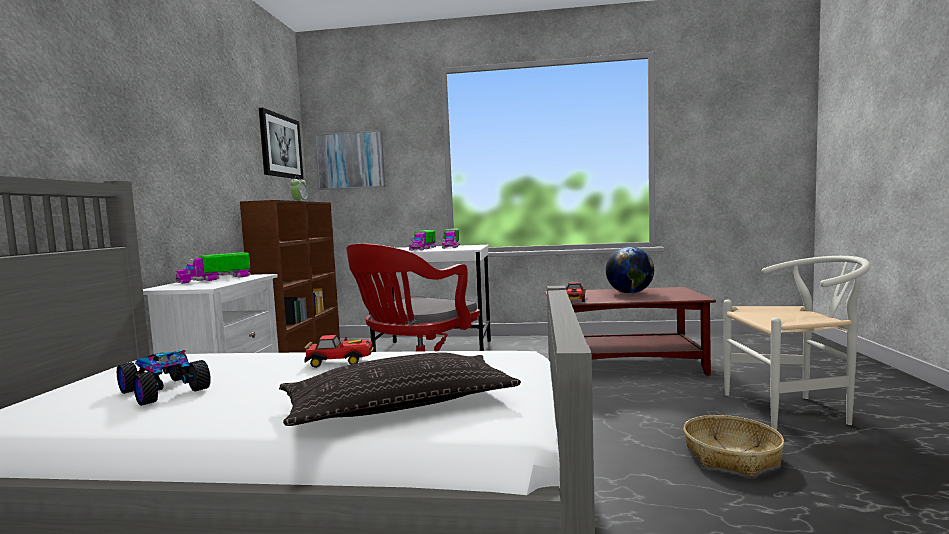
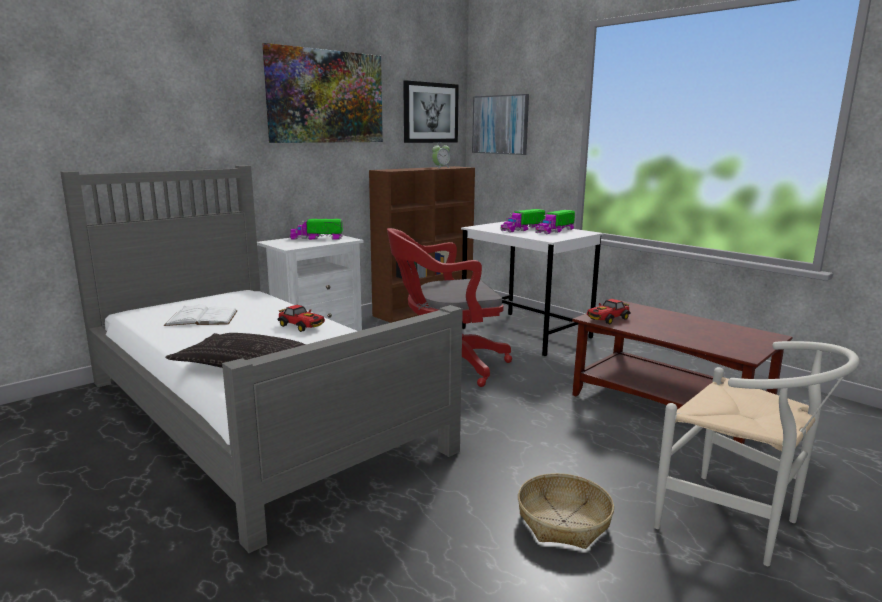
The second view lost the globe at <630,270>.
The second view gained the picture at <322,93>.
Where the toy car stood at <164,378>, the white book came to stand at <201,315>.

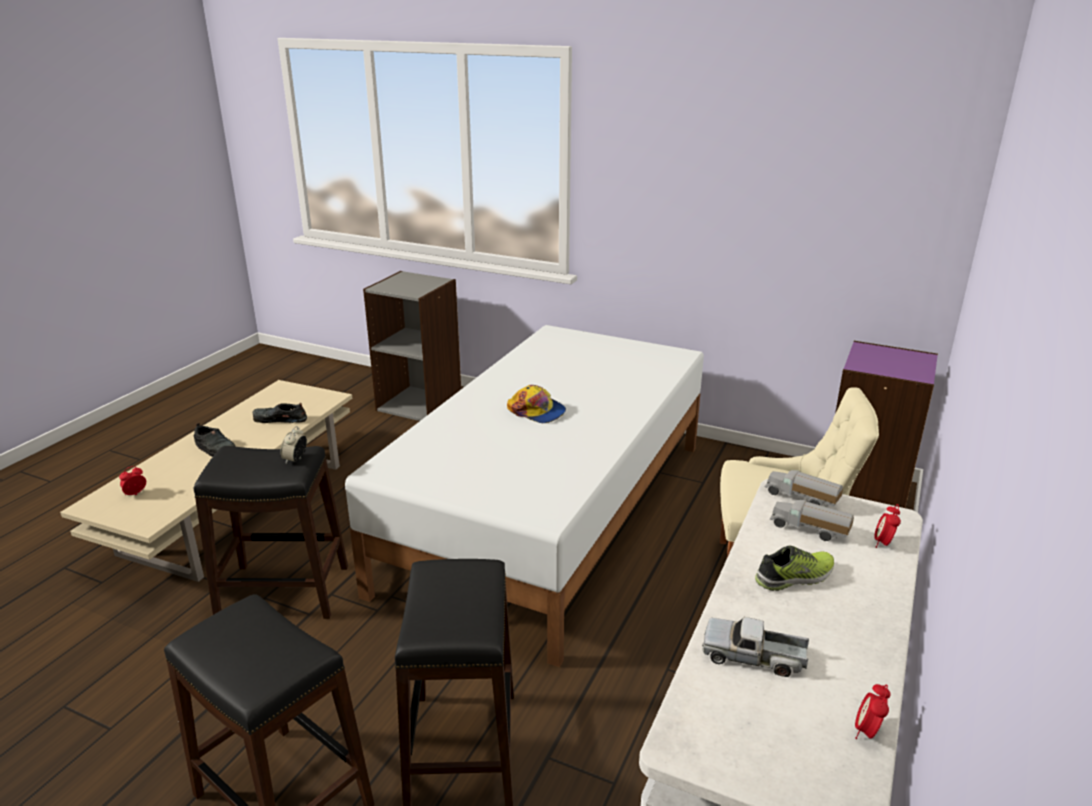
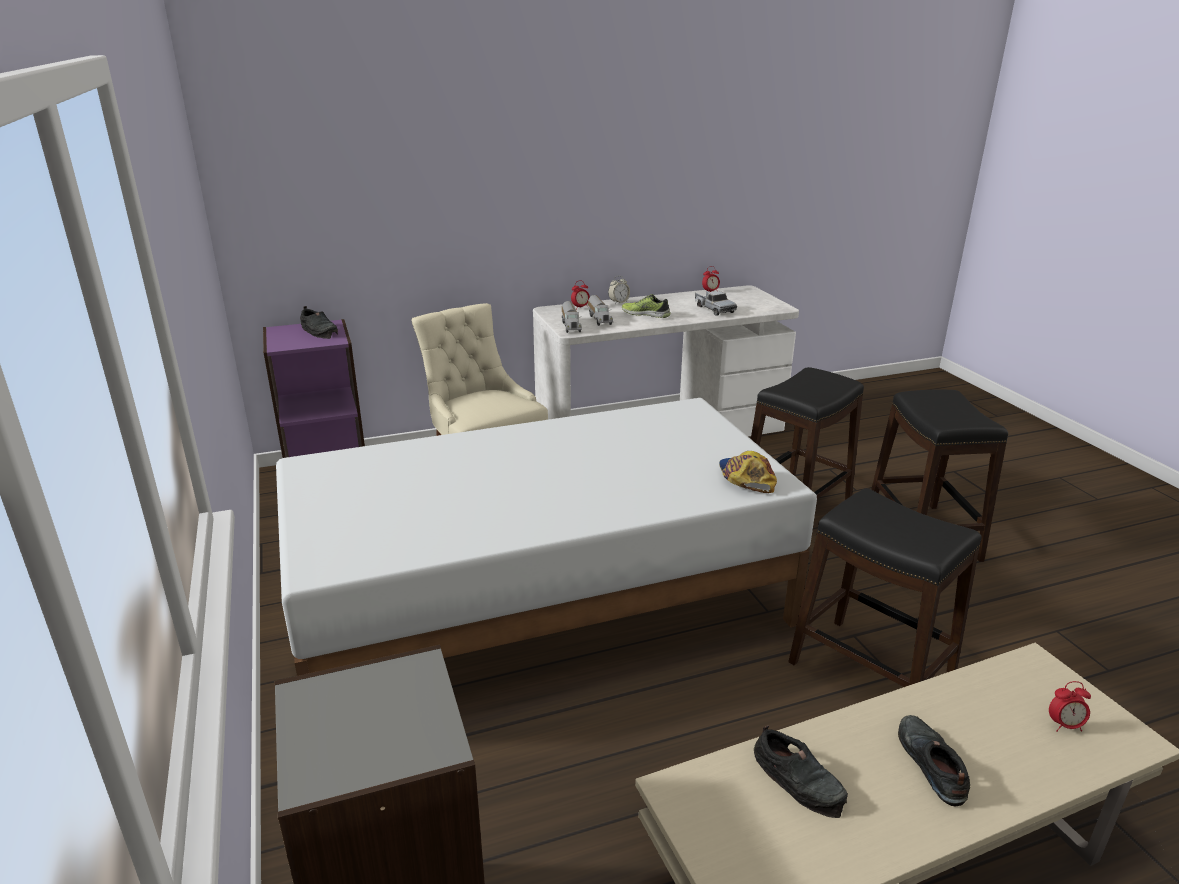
The second view gained the black shoe at <319,322>.
The alarm clock ended up elsewhere, having gone from <293,444> to <619,290>.
The cap ended up elsewhere, having gone from <536,404> to <748,472>.

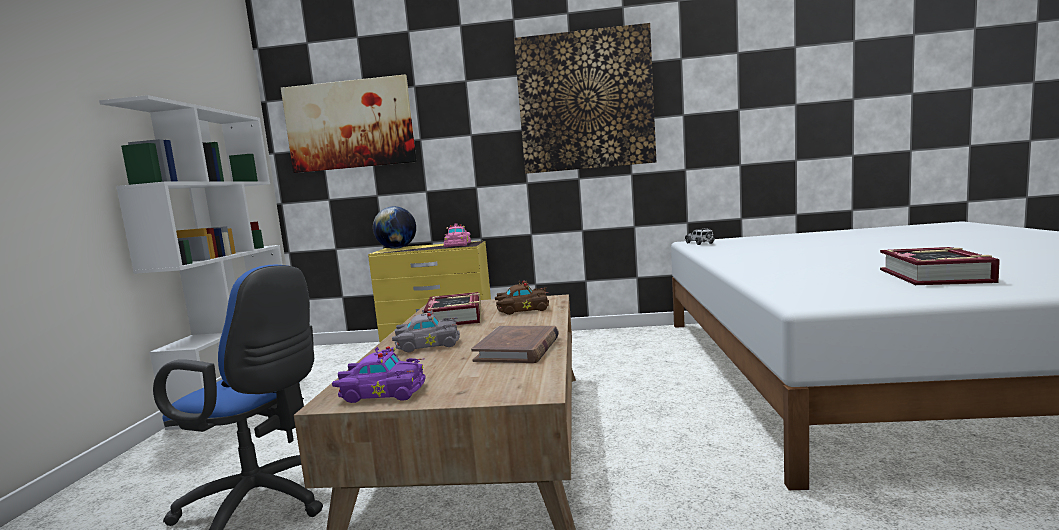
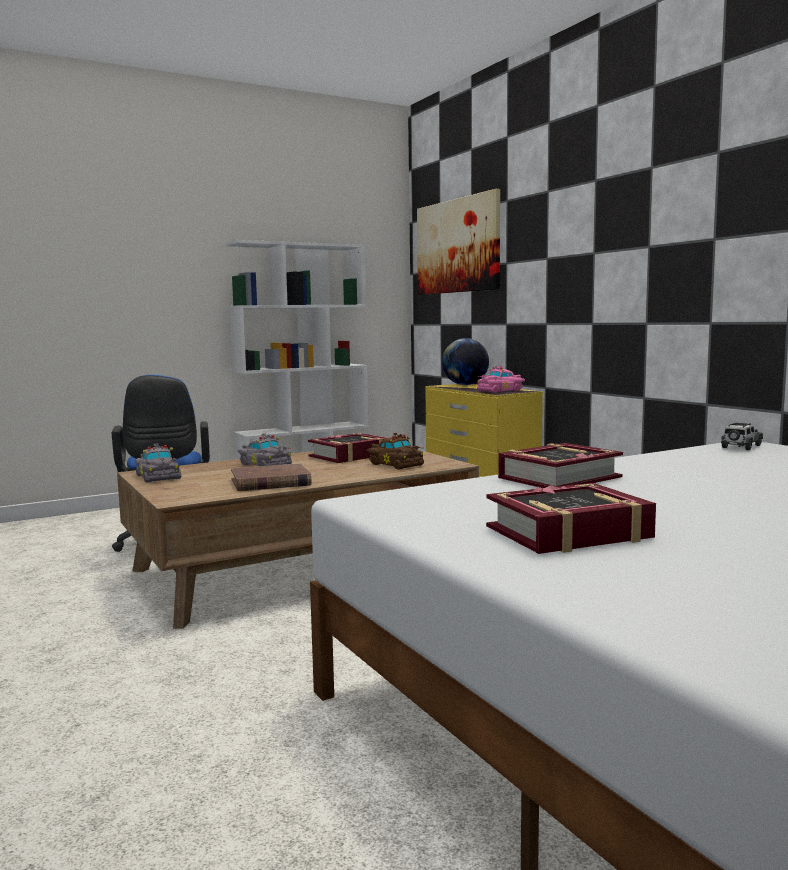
The second view lost the picture at <585,98>.
The second view gained the book at <560,465>.
What was the purple toy car at <379,374> turned into the grey toy car at <158,462>.

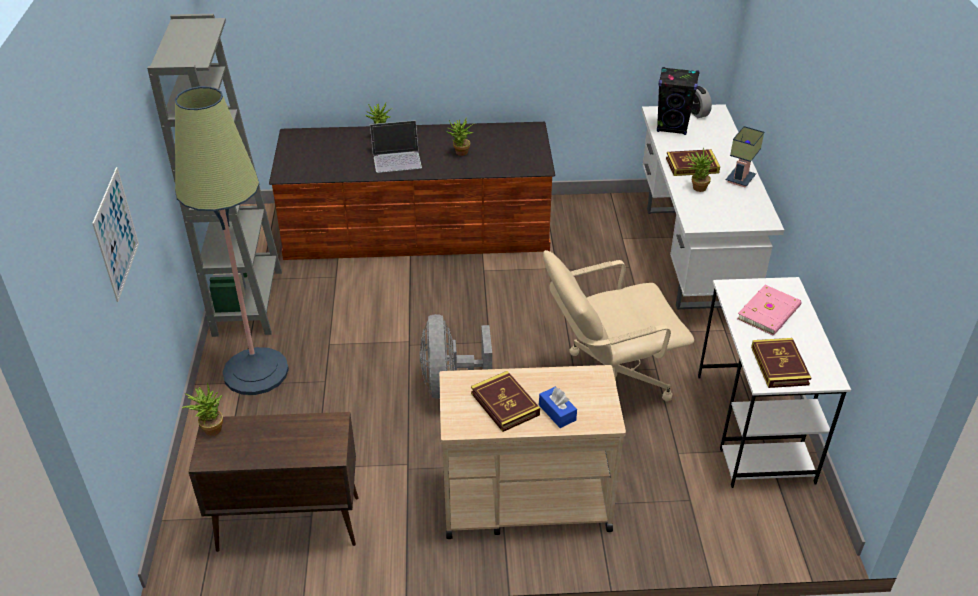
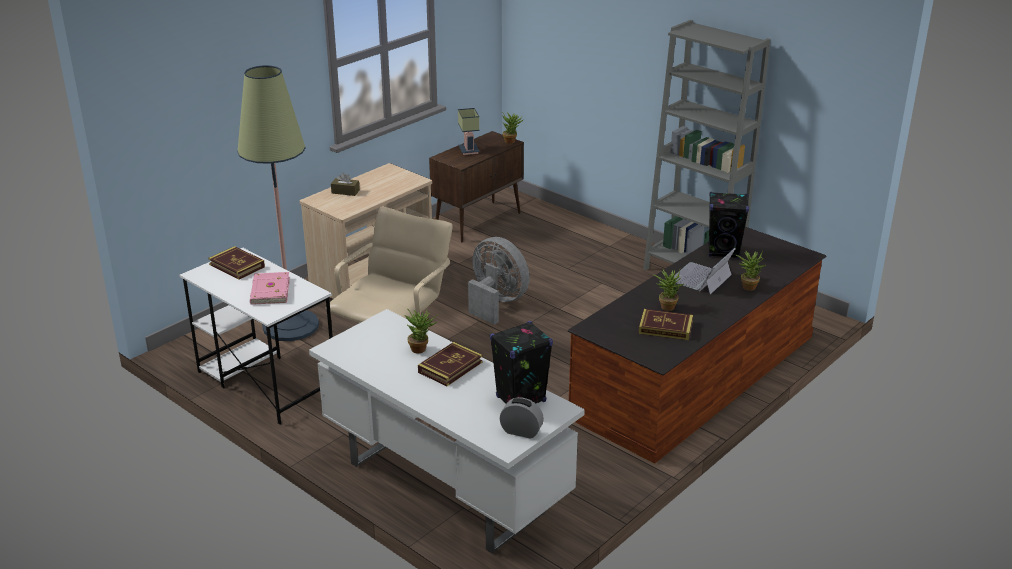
The second view lost the picture at <115,234>.
The second view gained the black speaker at <728,225>.
The floor lamp ended up elsewhere, having gone from <232,240> to <278,203>.
The book ended up elsewhere, having gone from <505,401> to <666,324>.
The table lamp ended up elsewhere, having gone from <745,156> to <469,131>.
What was the blue tissue box at <558,407> turned into the brown tissue box at <345,184>.

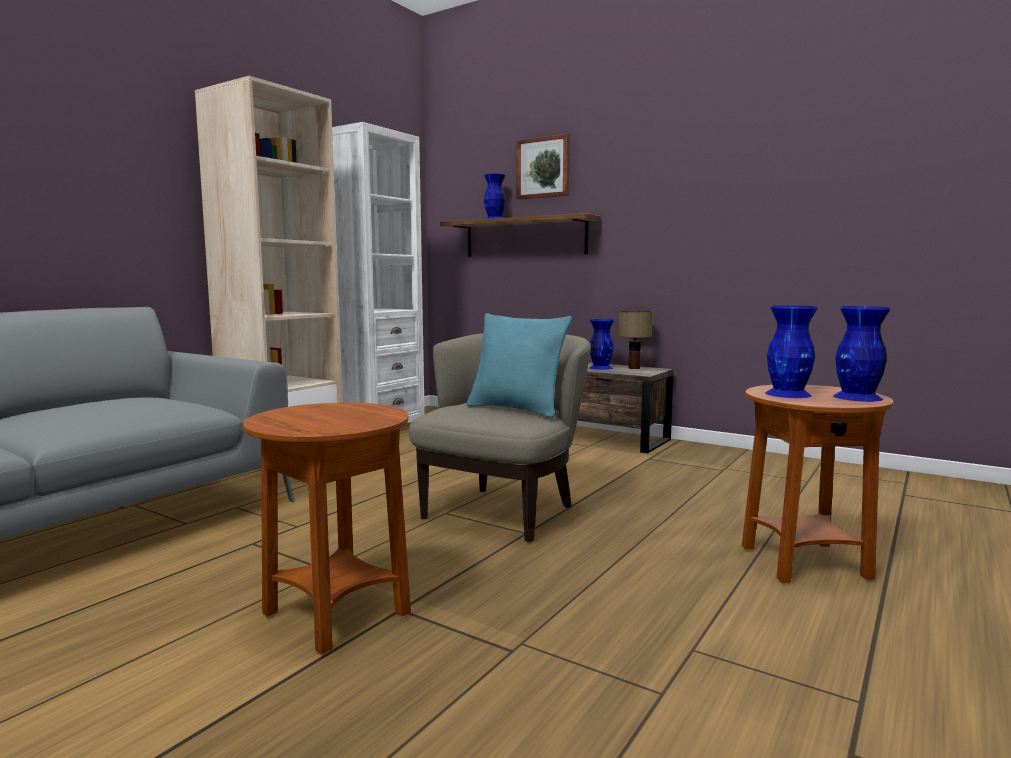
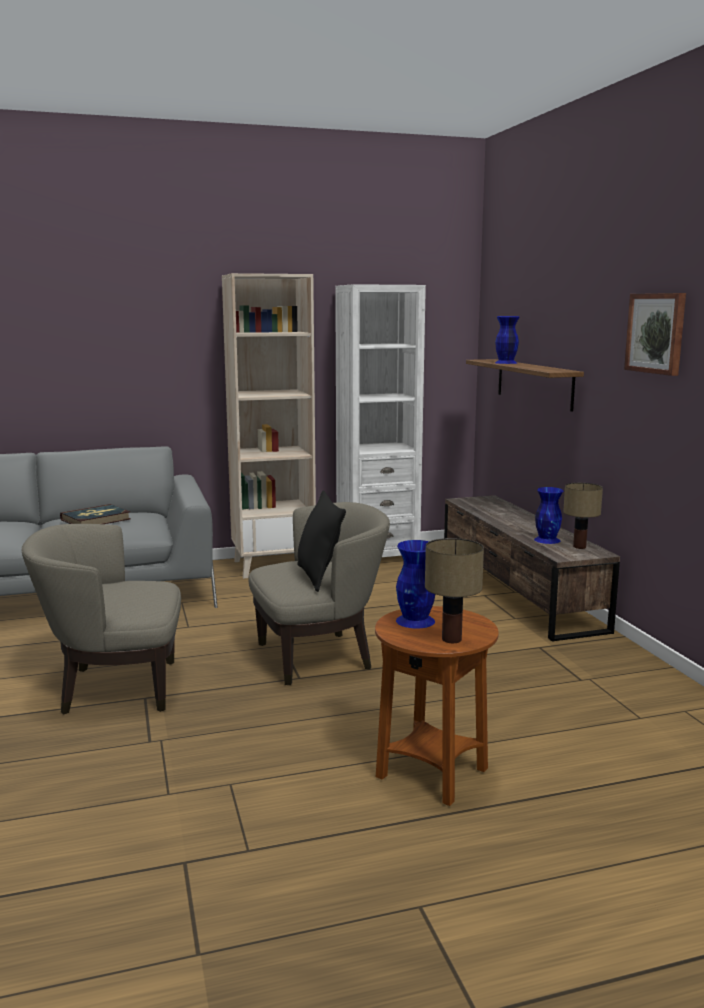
The second view gained the book at <95,514>.
The picture ended up elsewhere, having gone from <543,166> to <655,334>.
Where the brown side table stood at <327,529>, the beige armchair came to stand at <101,619>.
Where the blue vase stood at <862,354>, the table lamp came to stand at <454,590>.
What was the turquoise pillow at <519,365> turned into the black pillow at <321,541>.

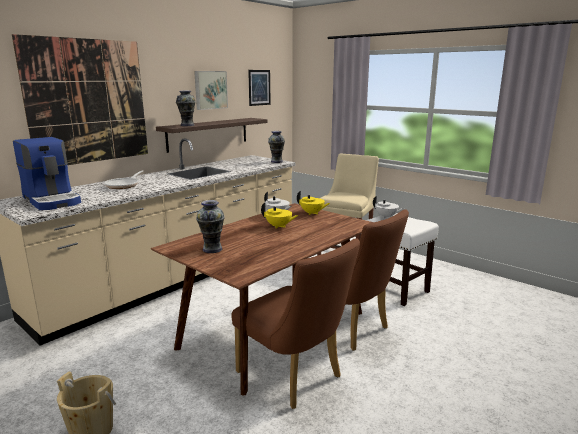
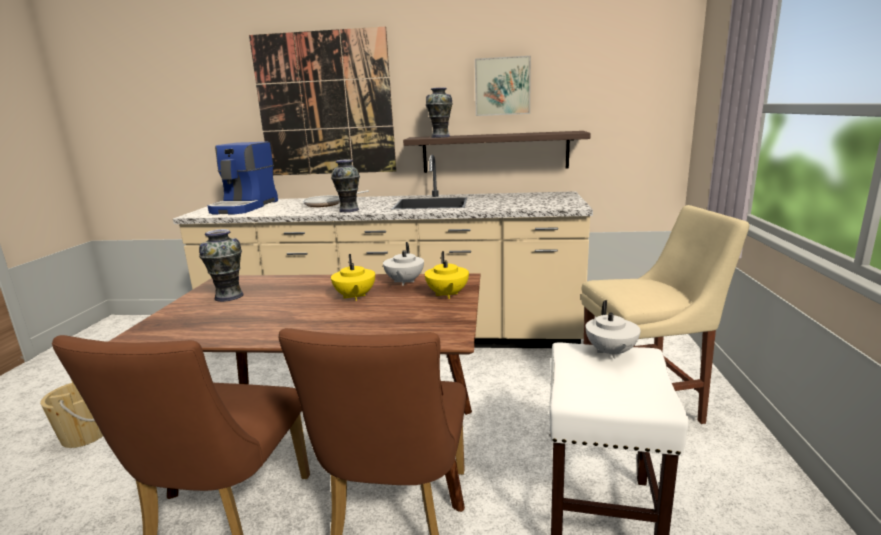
The second view lost the picture at <259,88>.
The vase ended up elsewhere, having gone from <276,147> to <345,185>.

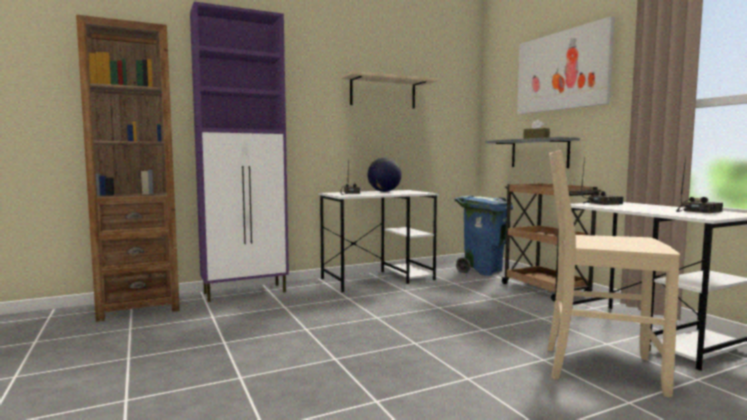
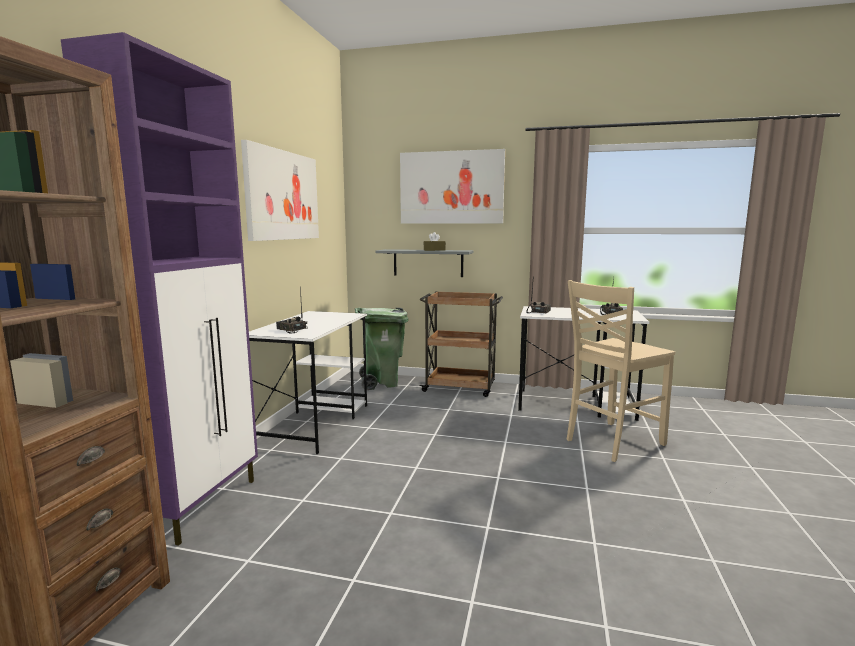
The second view lost the globe at <385,175>.
Where the beige shelf hung at <389,89>, the picture came to hang at <280,190>.
What was the blue trash can at <483,236> turned into the green trash can at <381,349>.

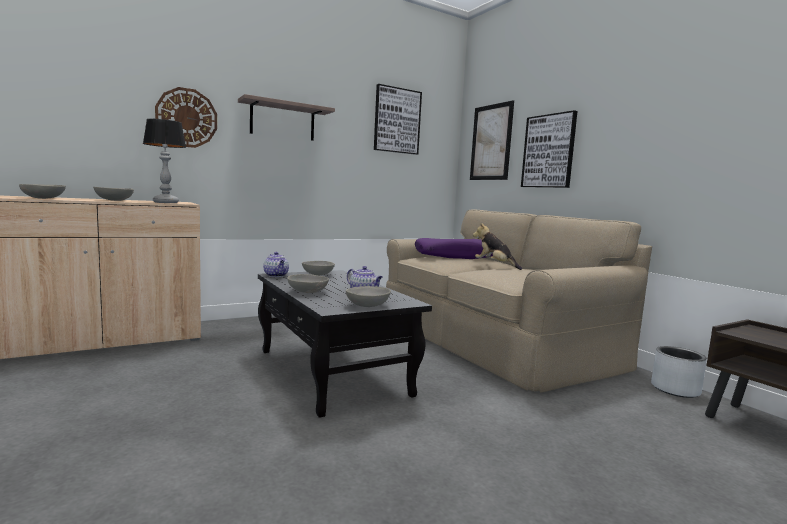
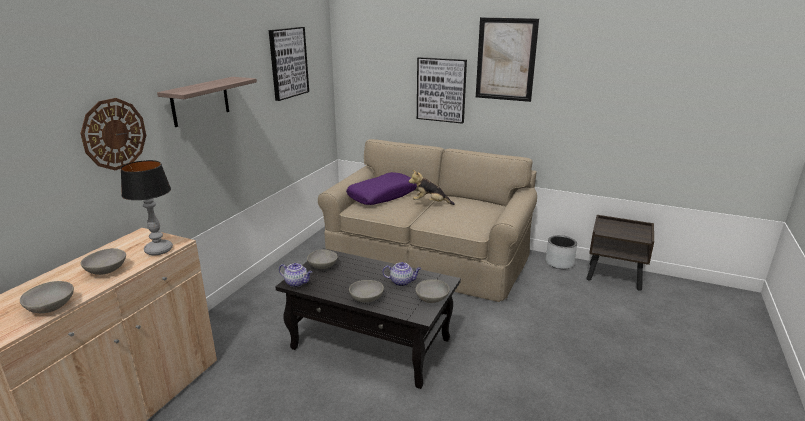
The picture ended up elsewhere, having gone from <492,140> to <507,59>.

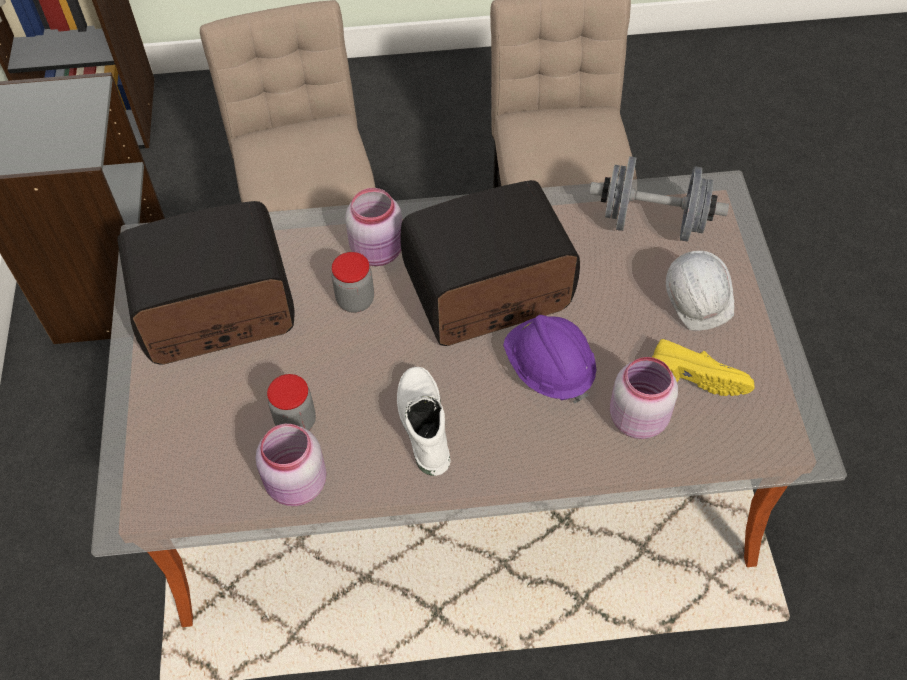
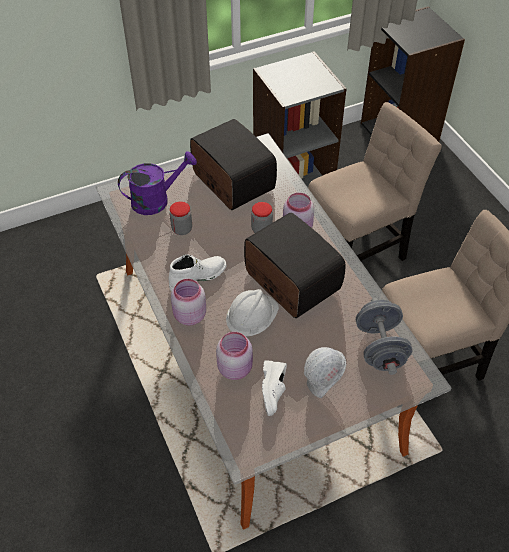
The second view gained the purple watering can at <157,183>.
The pink jar ended up elsewhere, having gone from <291,465> to <188,302>.
What was the purple hard hat at <549,359> turned into the white hard hat at <252,313>.
What was the yellow shoe at <703,367> turned into the white shoe at <274,388>.

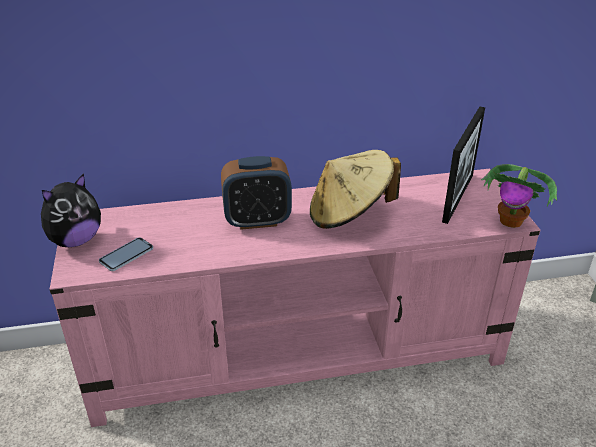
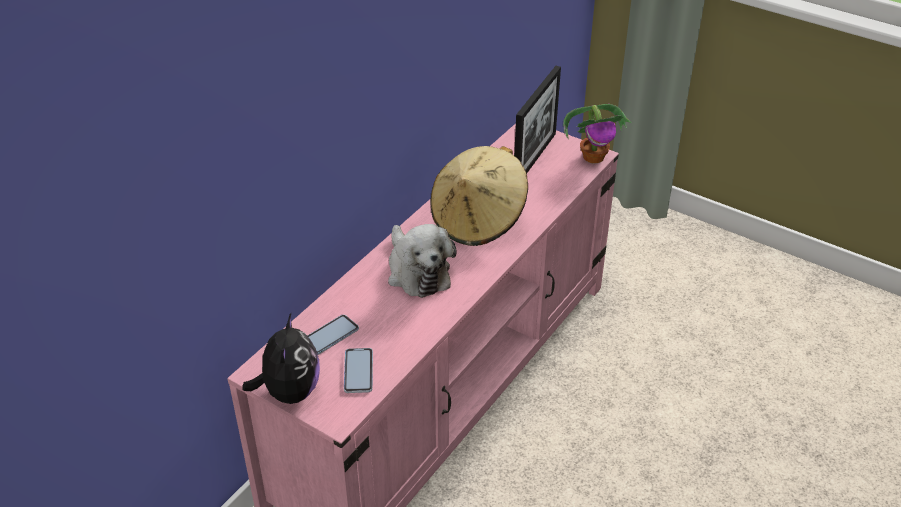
The second view gained the phone at <333,335>.
Where the alarm clock stood at <256,193>, the plush toy came to stand at <422,261>.
The picture frame at <463,165> ended up facing another way, 45 degrees clockwise from before.

